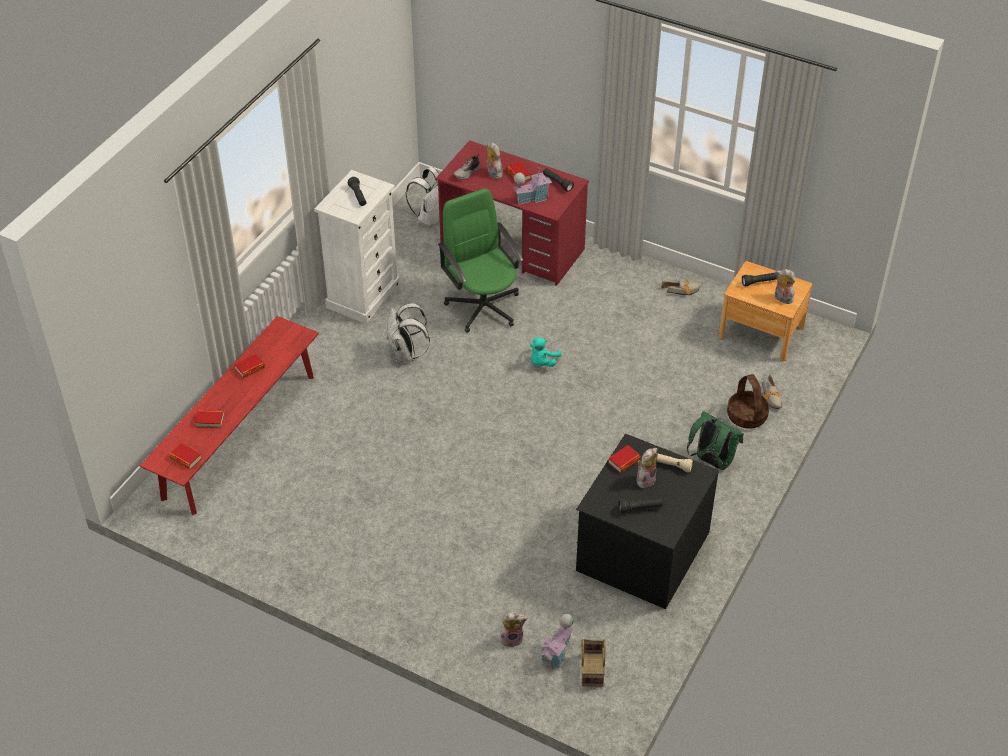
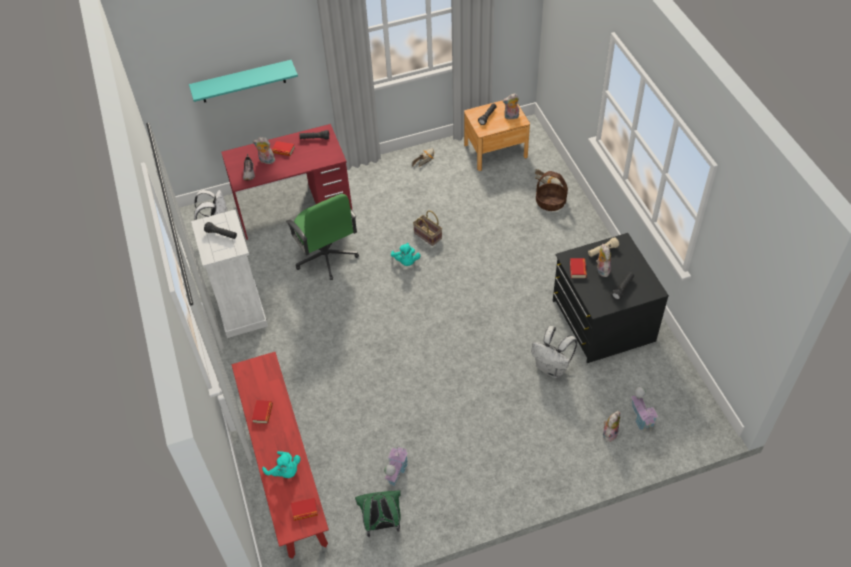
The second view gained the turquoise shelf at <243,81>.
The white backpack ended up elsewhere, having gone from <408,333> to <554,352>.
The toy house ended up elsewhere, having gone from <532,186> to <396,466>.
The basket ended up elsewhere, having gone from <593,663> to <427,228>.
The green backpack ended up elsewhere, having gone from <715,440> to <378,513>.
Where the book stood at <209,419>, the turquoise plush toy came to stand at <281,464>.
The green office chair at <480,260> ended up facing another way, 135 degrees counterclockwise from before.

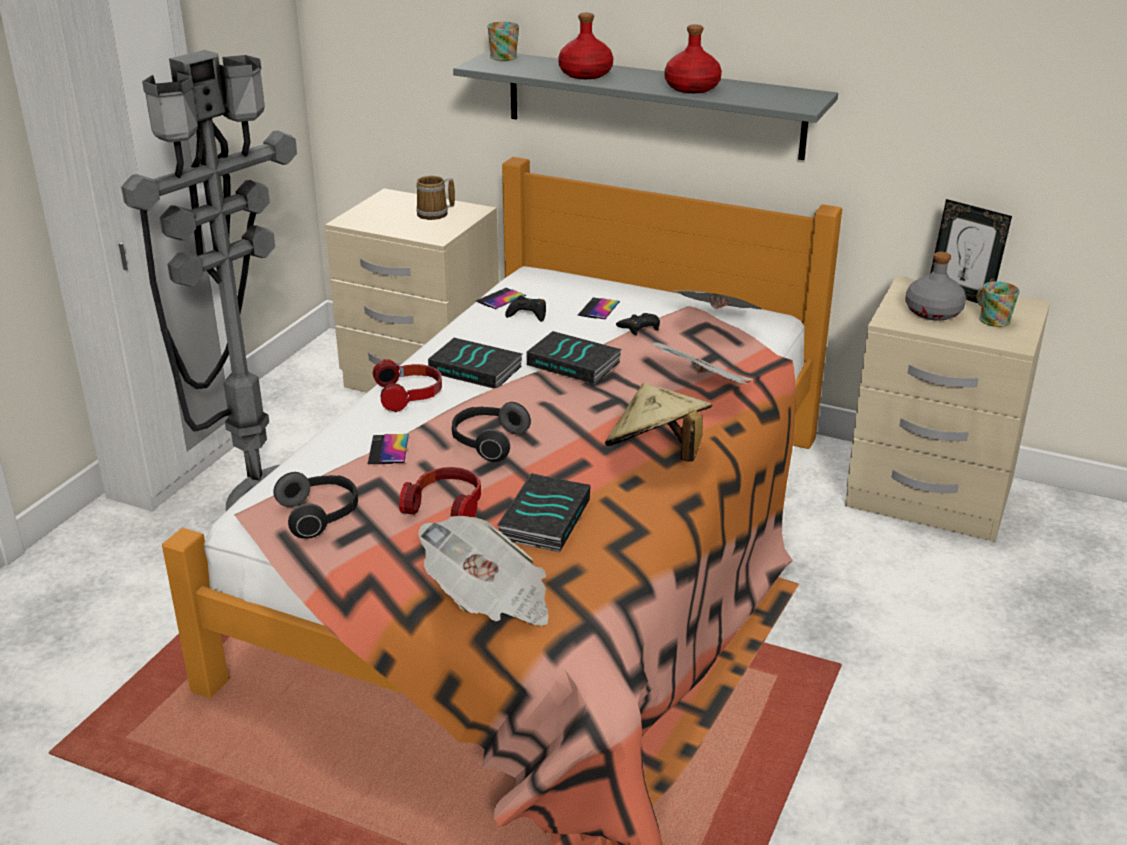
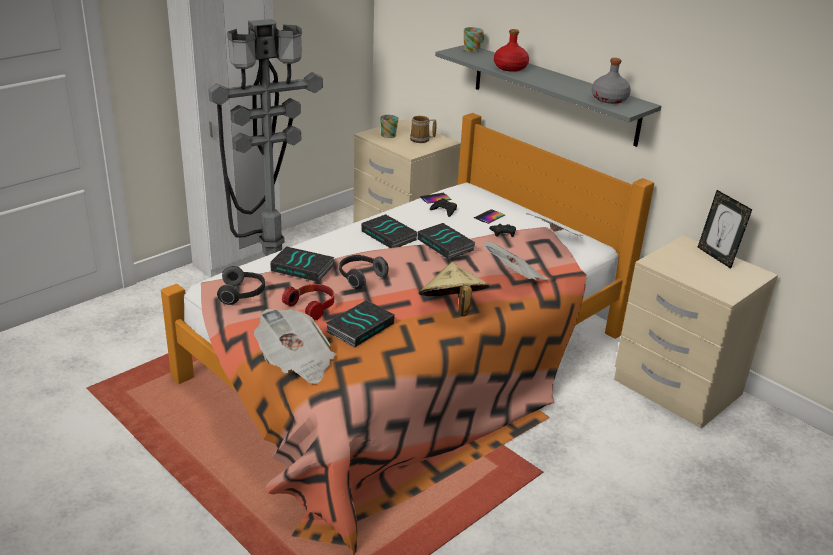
The second view lost the headphones at <407,385>.
The second view lost the red bottle at <693,58>.
The grey bottle ended up elsewhere, having gone from <935,286> to <611,81>.
The mug ended up elsewhere, having gone from <998,304> to <389,126>.
Where the phone stood at <388,449>, the book came to stand at <302,264>.

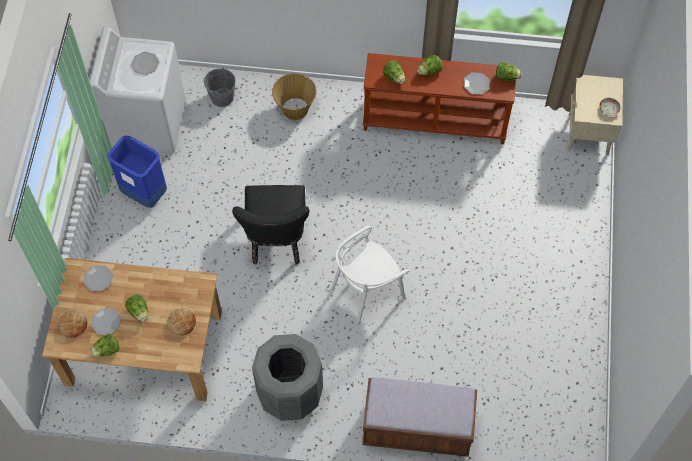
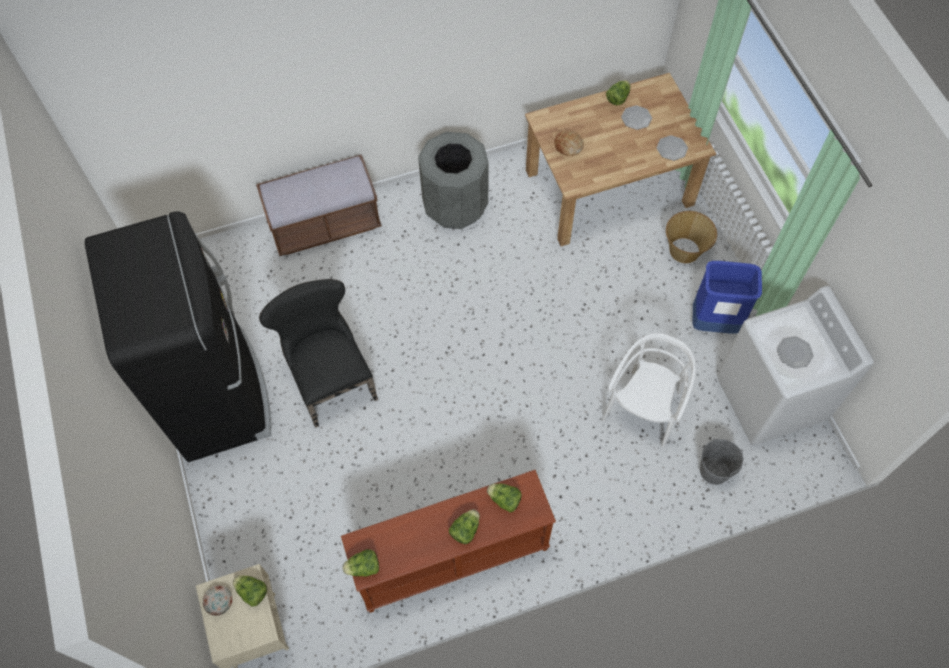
The second view lost the bread at <73,324>.
The second view lost the plate at <477,83>.
The second view gained the black fridge at <178,337>.
The lettuce ended up elsewhere, having gone from <136,308> to <250,591>.
The black chair ended up elsewhere, having gone from <270,224> to <318,353>.
The basket ended up elsewhere, having gone from <294,96> to <691,237>.
The white chair ended up elsewhere, having gone from <370,274> to <649,390>.

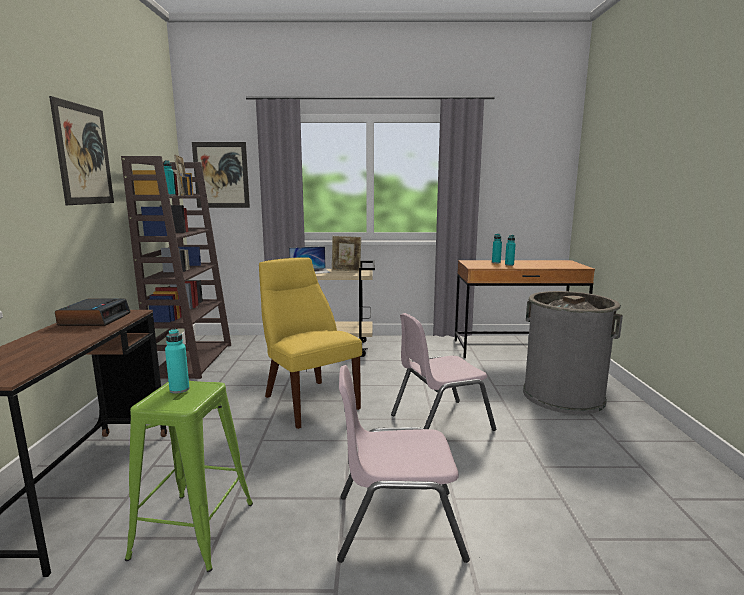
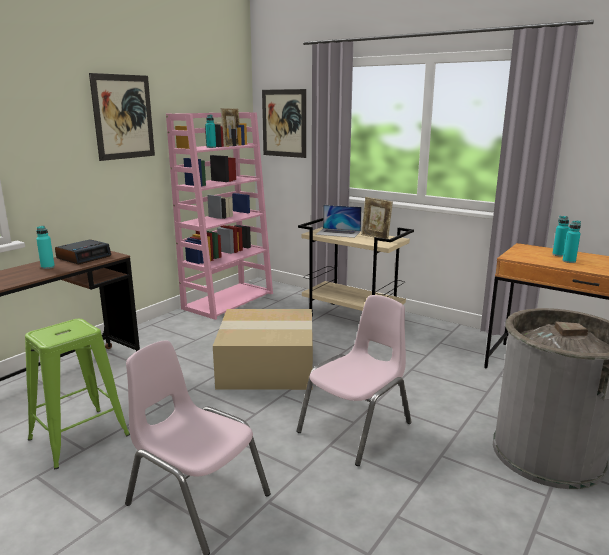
The turquoise bottle ended up elsewhere, having gone from <177,361> to <45,247>.
Where the yellow chair stood at <310,343>, the cardboard box came to stand at <263,349>.
What was the brown bookcase at <176,267> turned into the pink bookcase at <219,216>.
The pink chair at <443,372> ended up facing another way, 120 degrees clockwise from before.

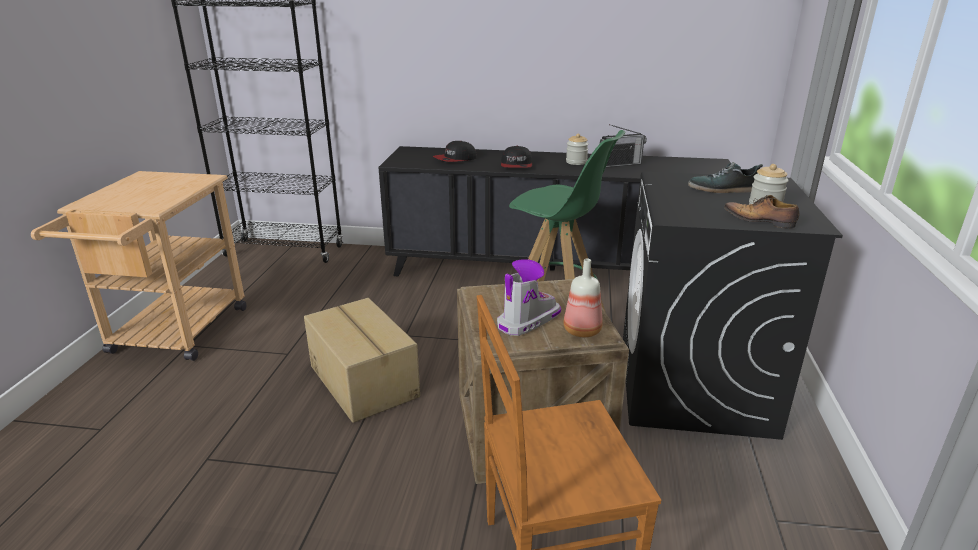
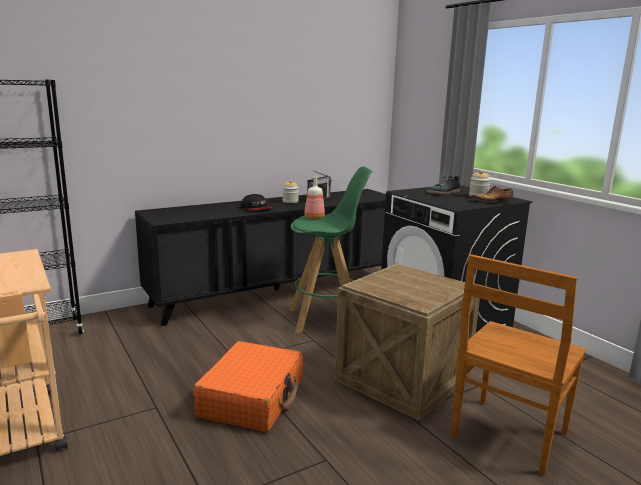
The second view lost the cap at <455,151>.
The second view lost the boot at <529,297>.
The bottle ended up elsewhere, having gone from <583,298> to <314,197>.
Where the cardboard box stood at <362,360>, the orange suitcase came to stand at <248,386>.

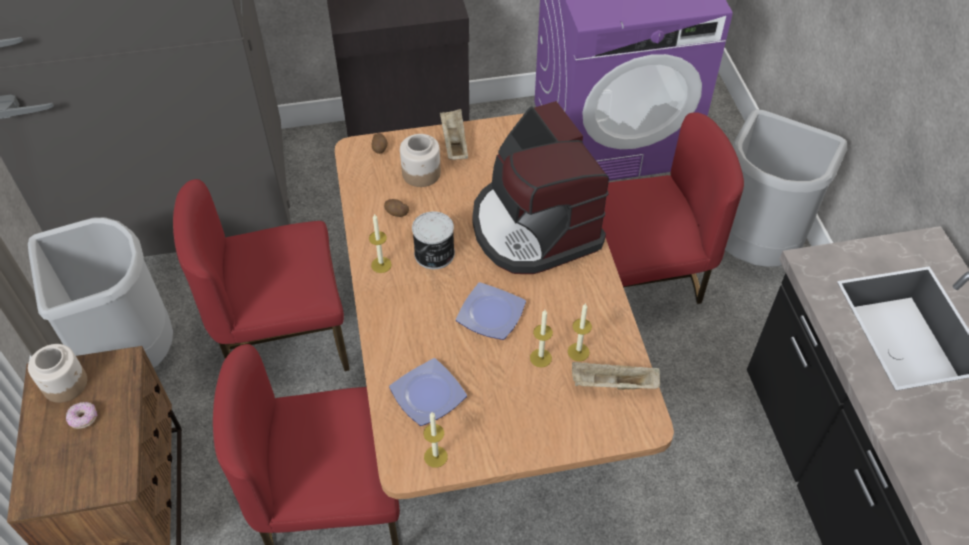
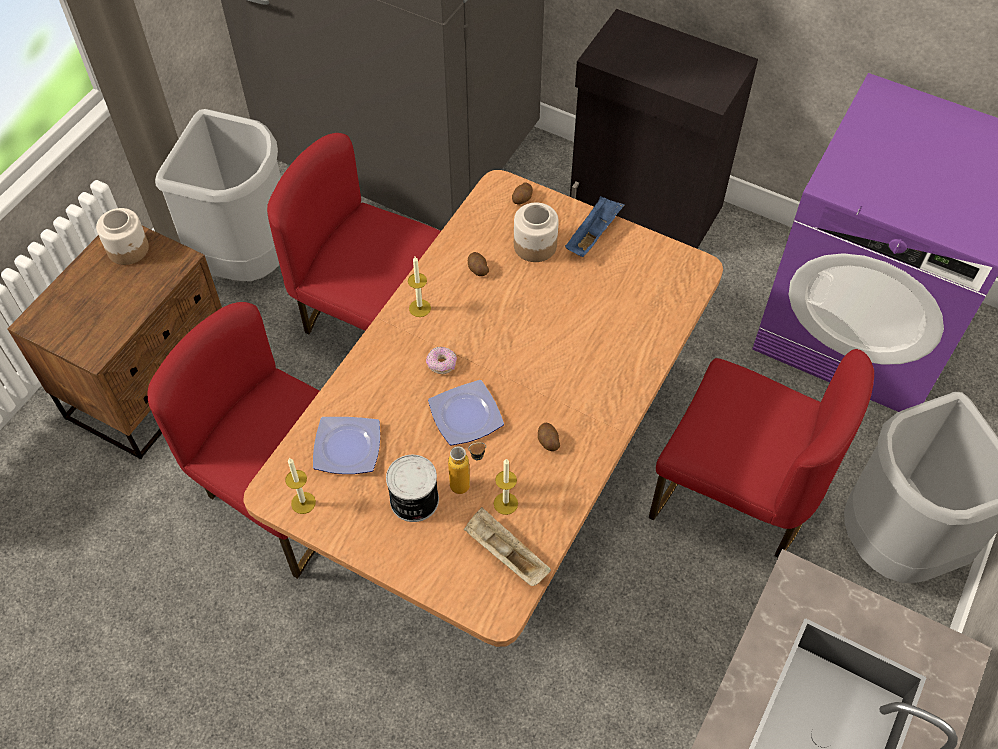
The second view lost the coffee machine at <540,187>.
The second view gained the potato at <549,437>.
The donut ended up elsewhere, having gone from <82,415> to <441,360>.
The can ended up elsewhere, having gone from <433,240> to <412,488>.
Where the candle stood at <541,338>, the bottle came to stand at <467,467>.
What was the beige tray at <454,134> turned into the blue tray at <595,226>.

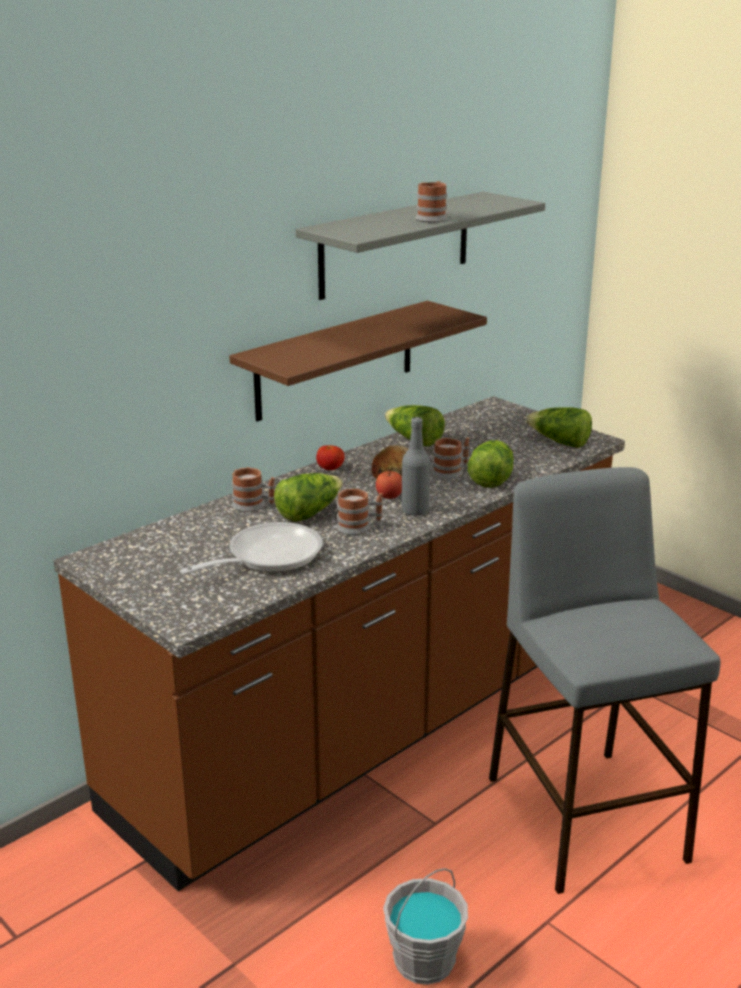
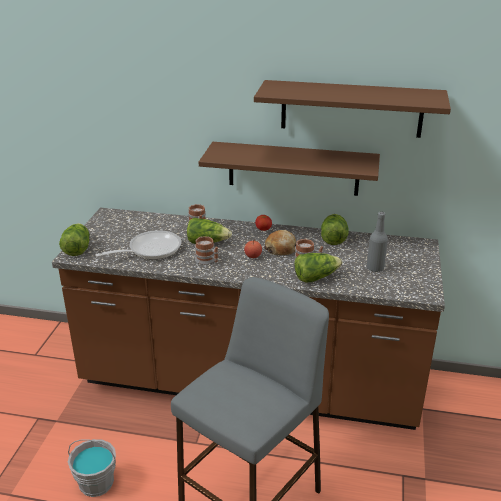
The second view lost the mug at <431,201>.
The grey bottle ended up elsewhere, having gone from <415,466> to <377,242>.
The lettuce ended up elsewhere, having gone from <559,427> to <74,239>.
What was the grey shelf at <420,246> turned into the brown shelf at <352,109>.
The frying pan at <251,548> ended up facing another way, 45 degrees counterclockwise from before.

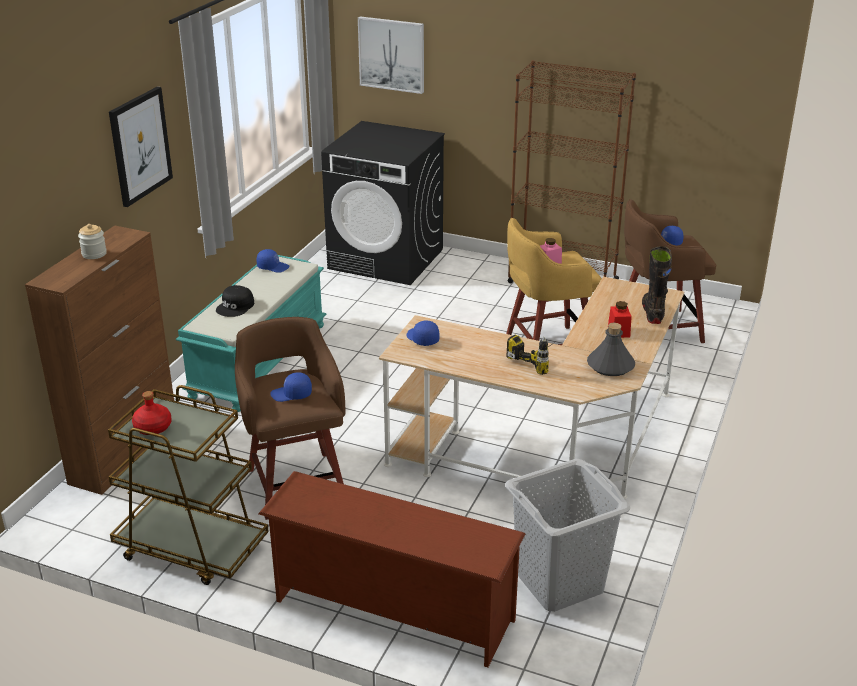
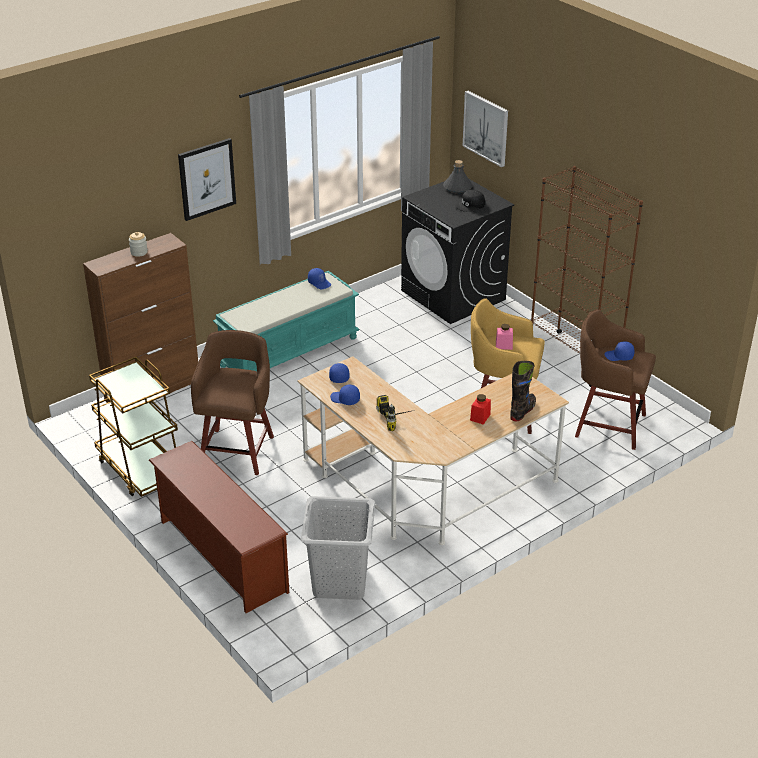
The second view lost the red bottle at <151,413>.
The black cap ended up elsewhere, having gone from <235,301> to <470,200>.
The blue cap ended up elsewhere, having gone from <291,387> to <345,395>.
The grey bottle ended up elsewhere, having gone from <611,349> to <458,176>.

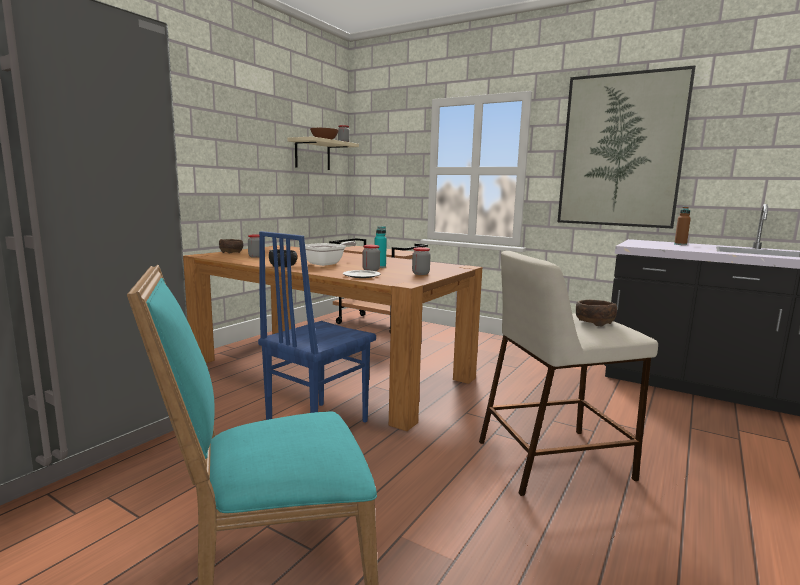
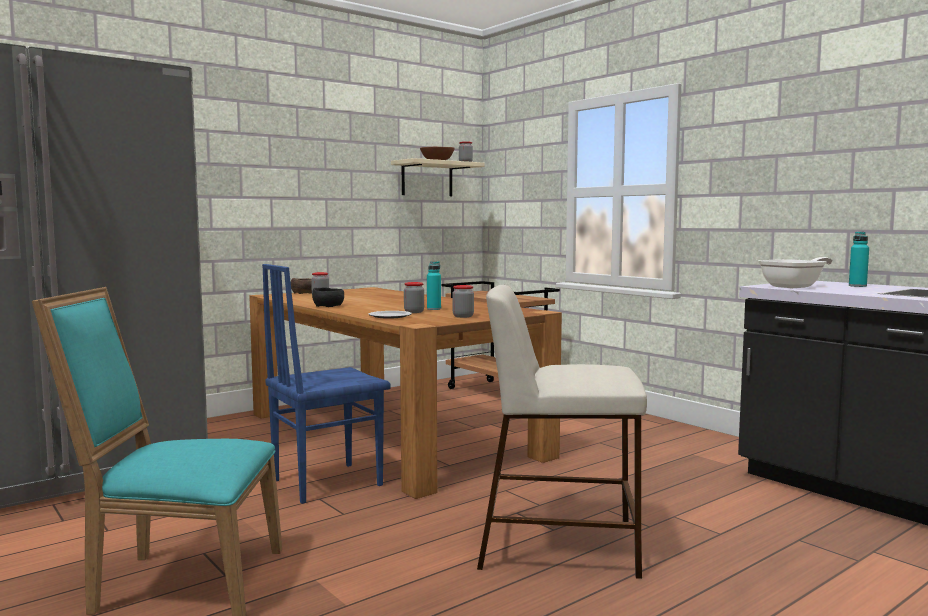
The second view lost the picture at <627,147>.
The second view lost the brown bowl at <596,313>.
The frying pan ended up elsewhere, having gone from <331,253> to <795,272>.
What was the brown bottle at <682,226> turned into the turquoise bottle at <859,259>.

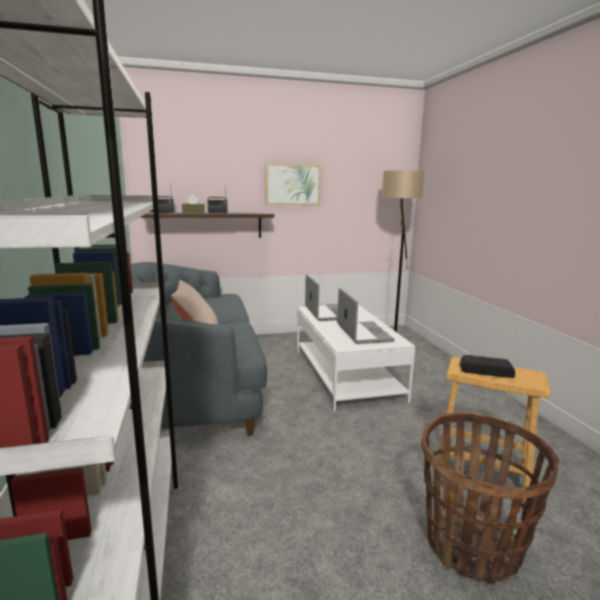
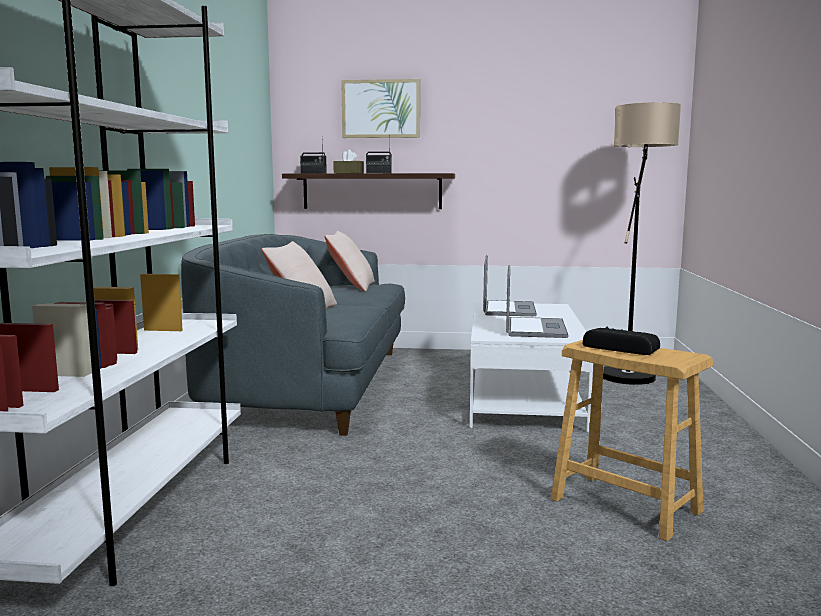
The second view lost the basket at <490,498>.
The second view gained the beige pillow at <350,261>.
The picture ended up elsewhere, having gone from <293,184> to <380,108>.

